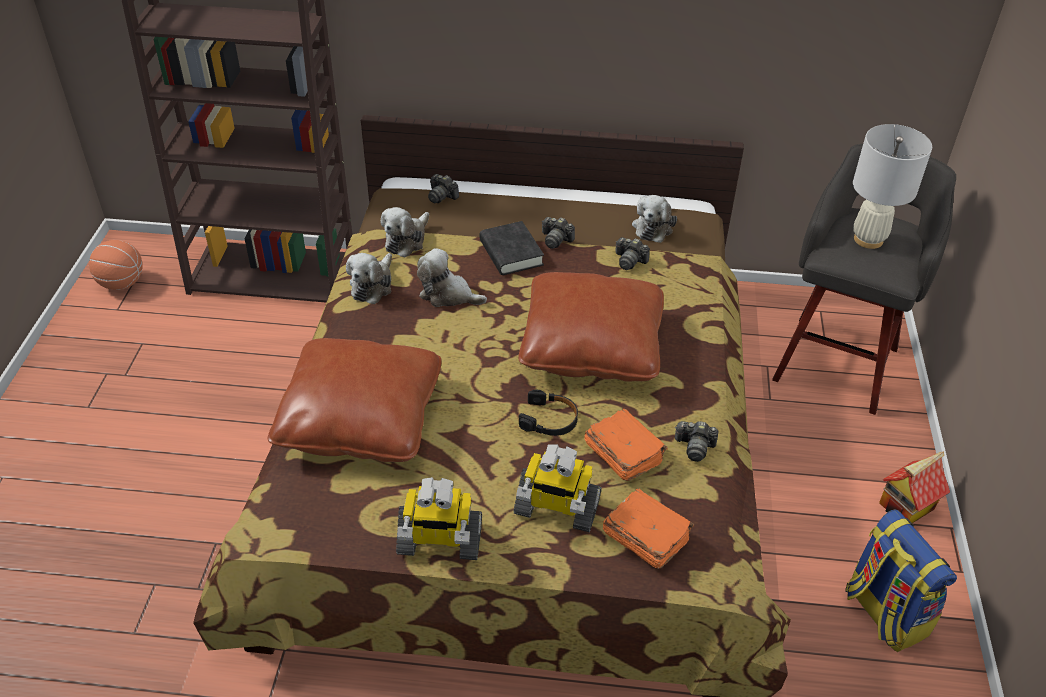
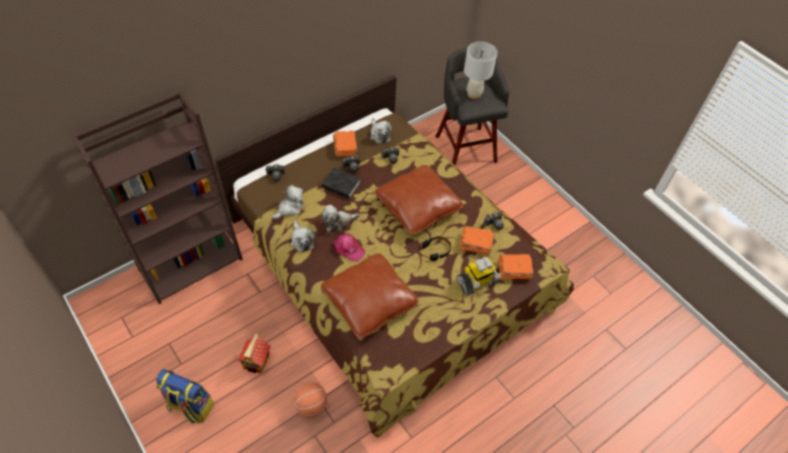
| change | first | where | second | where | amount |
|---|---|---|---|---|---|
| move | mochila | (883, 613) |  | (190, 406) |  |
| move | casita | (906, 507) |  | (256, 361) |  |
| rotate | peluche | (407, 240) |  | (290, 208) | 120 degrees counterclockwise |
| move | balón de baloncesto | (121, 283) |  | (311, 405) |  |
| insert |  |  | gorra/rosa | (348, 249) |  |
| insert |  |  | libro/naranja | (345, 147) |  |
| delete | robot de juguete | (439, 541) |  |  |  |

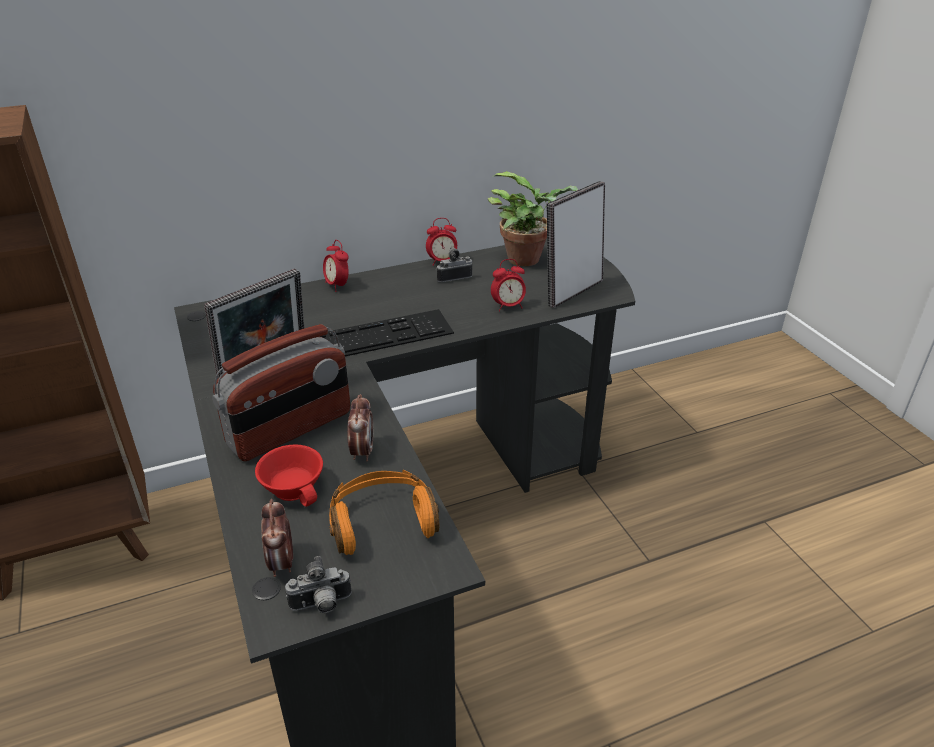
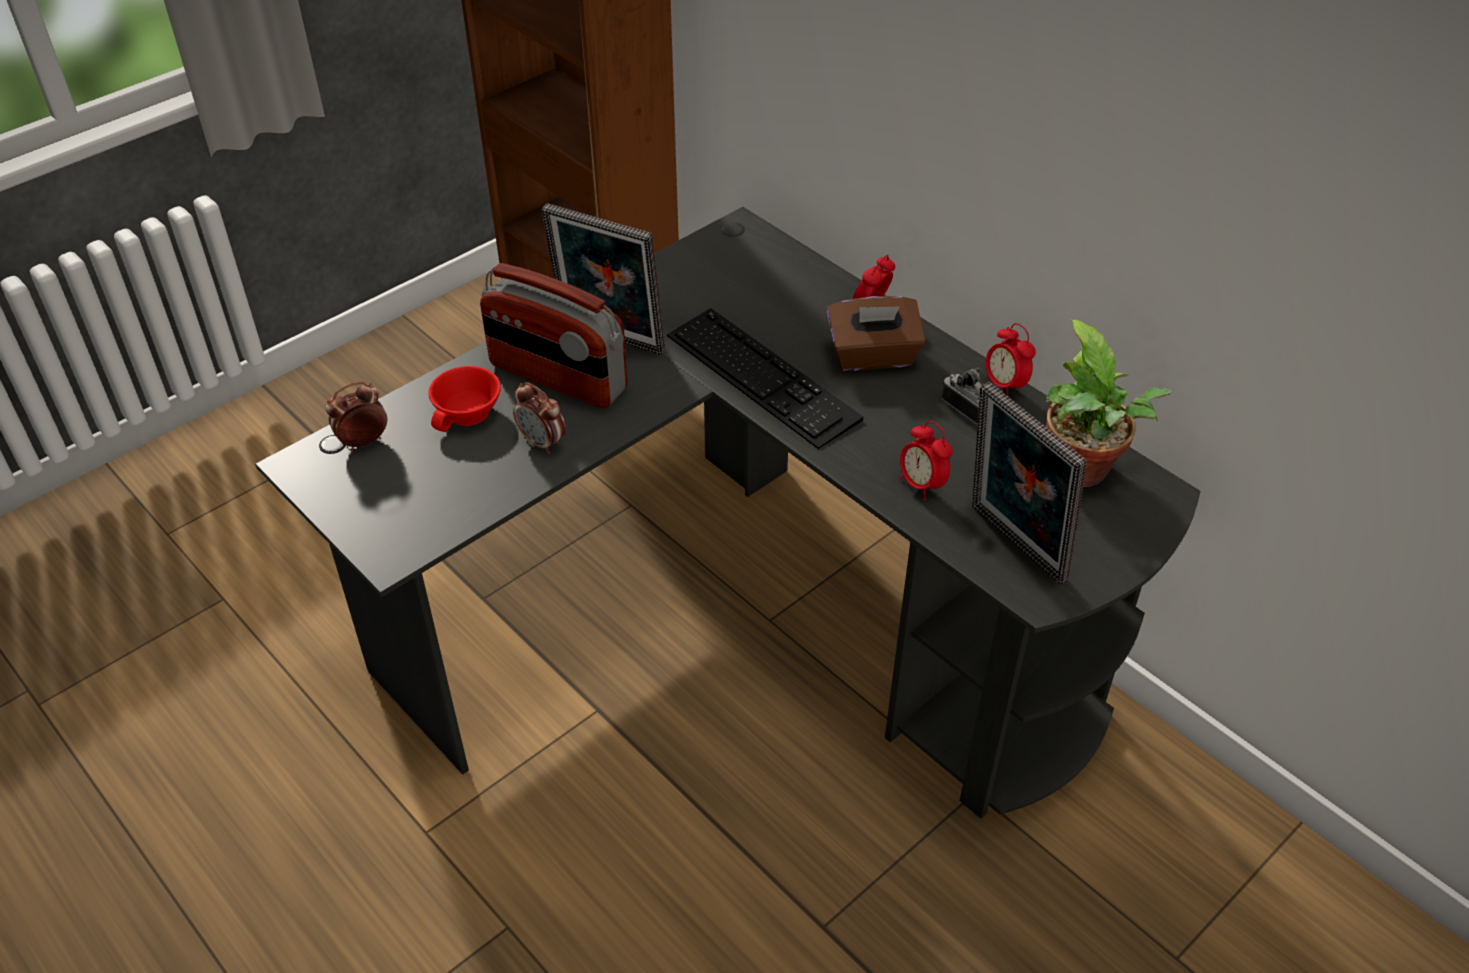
| change | first | where | second | where | amount |
|---|---|---|---|---|---|
| rotate | despertador | (362, 451) |  | (542, 442) | 60 degrees clockwise |
| insert |  |  | caja de pañuelos/marrón | (873, 356) |  |
| rotate | portarretratos | (572, 291) |  | (1012, 545) | 150 degrees counterclockwise |
| delete | cámara | (321, 605) |  |  |  |
| delete | auriculares/naranja | (382, 522) |  |  |  |

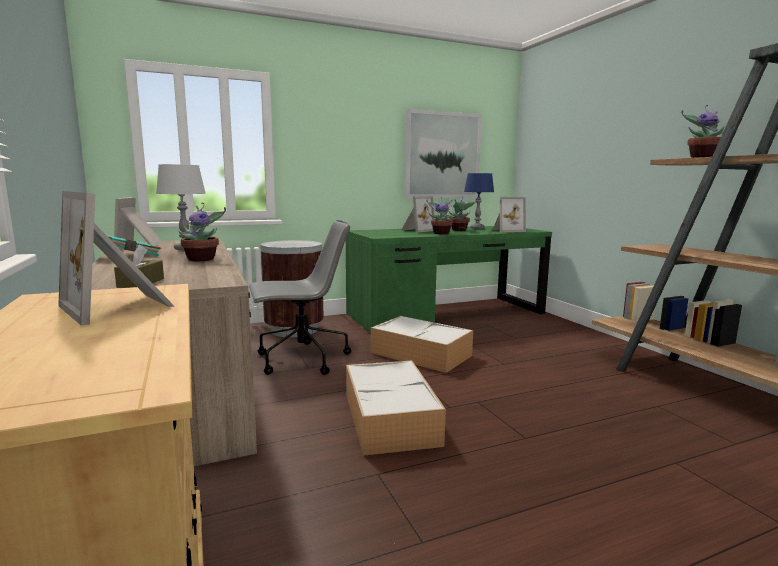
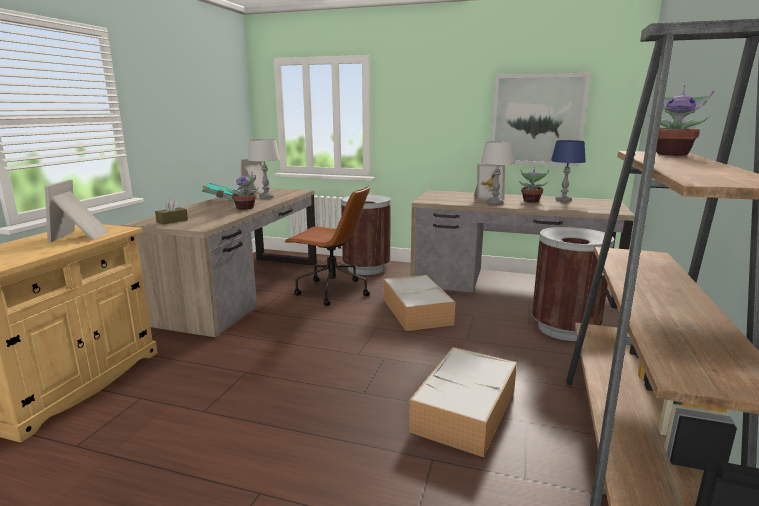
| change | first | where | second | where | amount |
|---|---|---|---|---|---|
| recolor | silla de oficina/gris | (301, 360) | silla de oficina/marrón | (331, 291) |  |
| move | caja de almacenaje | (391, 419) |  | (465, 411) |  |
| recolor | escritorio/verde | (446, 314) | escritorio/marrón | (510, 284) |  |
| replace | planta en maceta | (441, 233) | lámpara de mesa/gris | (495, 203) |  |
| insert |  |  | papelera/marrón | (565, 329) |  |
| delete | portarretratos | (507, 230) |  |  |  |

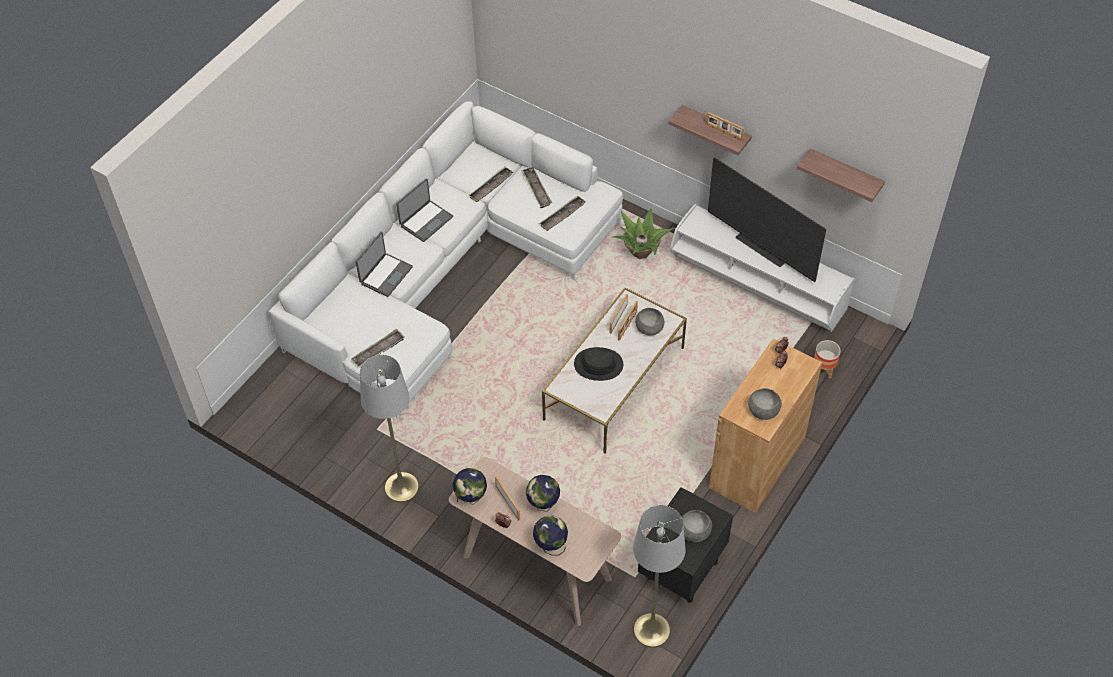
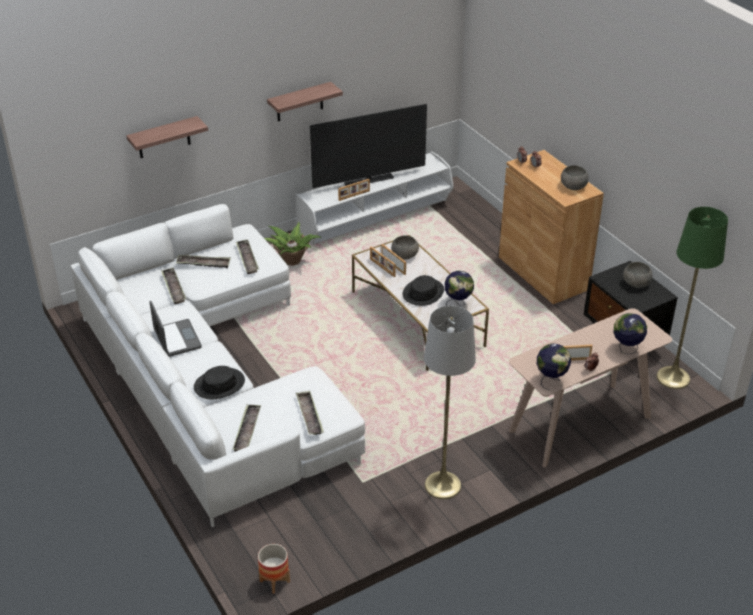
| change | first | where | second | where | amount |
|---|---|---|---|---|---|
| move | estante | (845, 175) |  | (163, 138) |  |
| replace | portátil | (385, 275) | sombrero/negro | (219, 384) |  |
| insert |  |  | bandeja | (247, 430) |  |
| move | maceta | (823, 369) |  | (275, 581) |  |
| move | portarretratos | (724, 132) |  | (354, 196) |  |
| move | globo terráqueo | (543, 505) |  | (458, 303) |  |
| recolor | lámpara de pie/gris | (651, 630) | lámpara de pie/verde | (673, 378) |  |

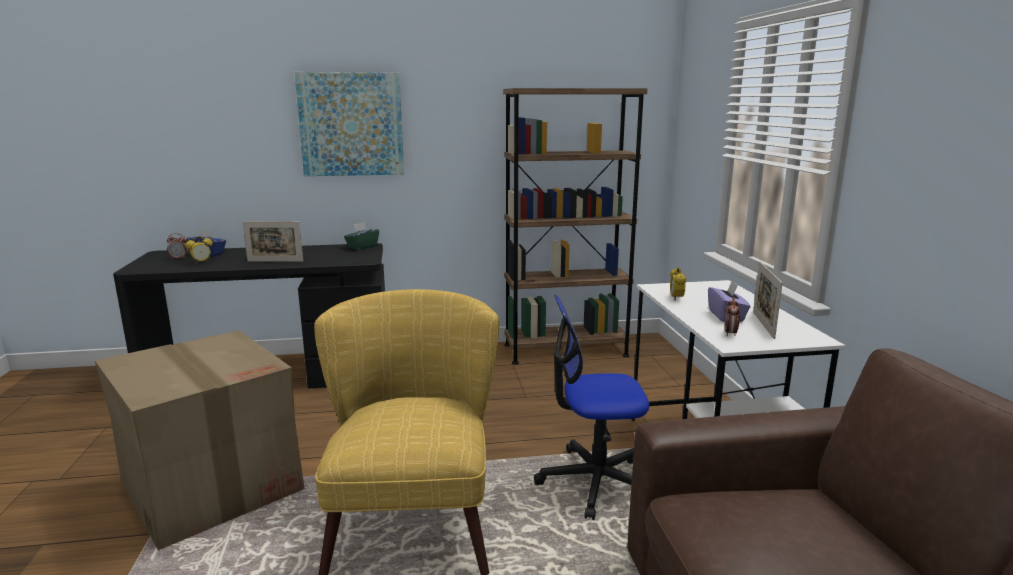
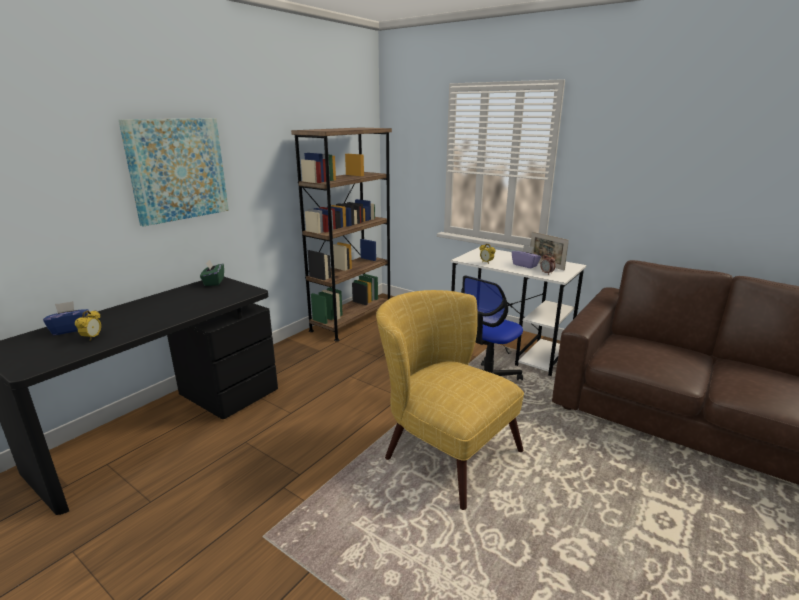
| change | first | where | second | where | amount |
|---|---|---|---|---|---|
| delete | caja de cartón | (212, 486) |  |  |  |
| delete | despertador | (179, 258) |  |  |  |
| delete | portarretratos | (275, 261) |  |  |  |

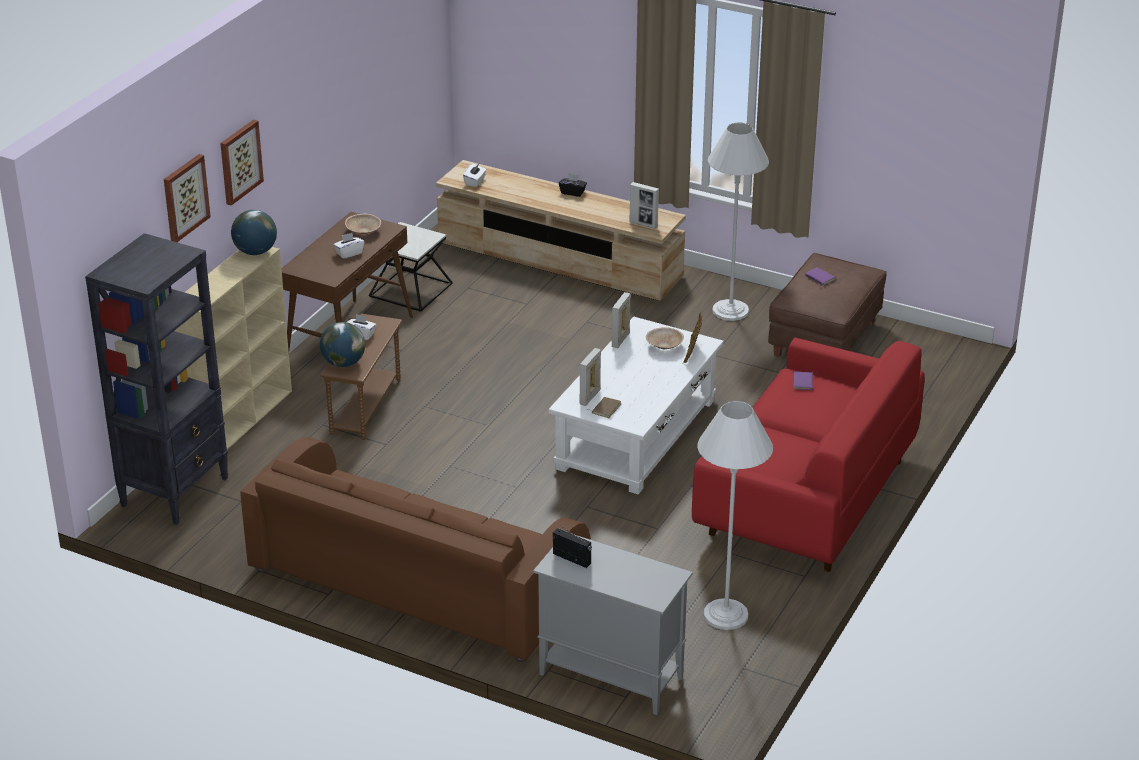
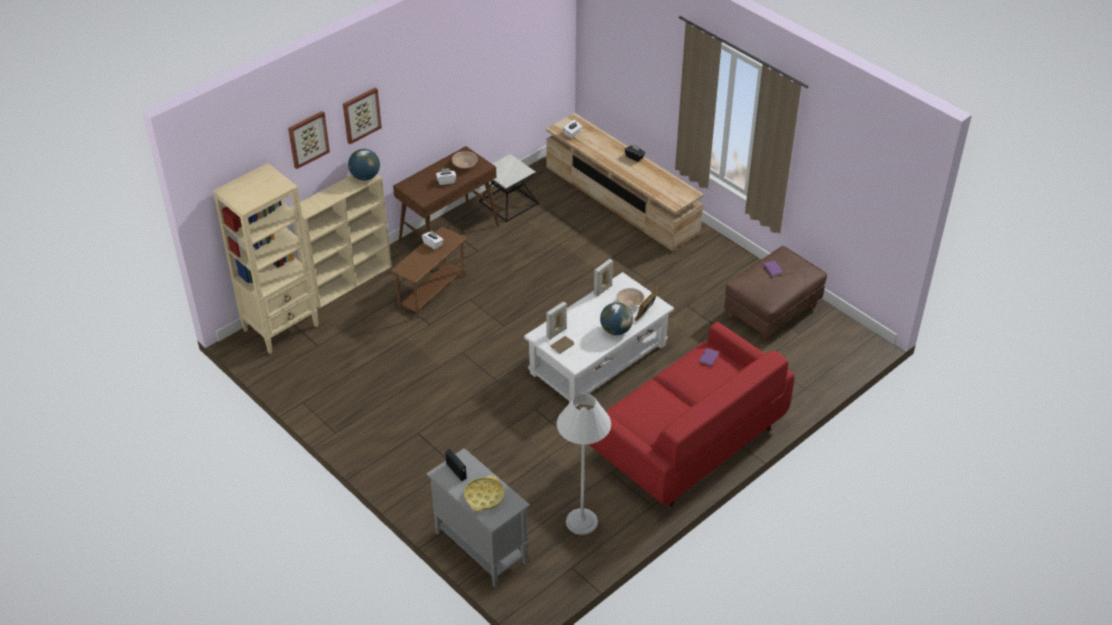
| change | first | where | second | where | amount |
|---|---|---|---|---|---|
| recolor | estantería/negro | (176, 491) | estantería/beis | (281, 328) |  |
| insert |  |  | bandeja/amarillo | (484, 496) |  |
| move | globo terráqueo | (343, 363) |  | (615, 330) |  |
| delete | sofá/marrón | (416, 580) |  |  |  |
| delete | portarretratos | (643, 224) |  |  |  |
| delete | lámpara de pie/blanco | (730, 311) |  |  |  |

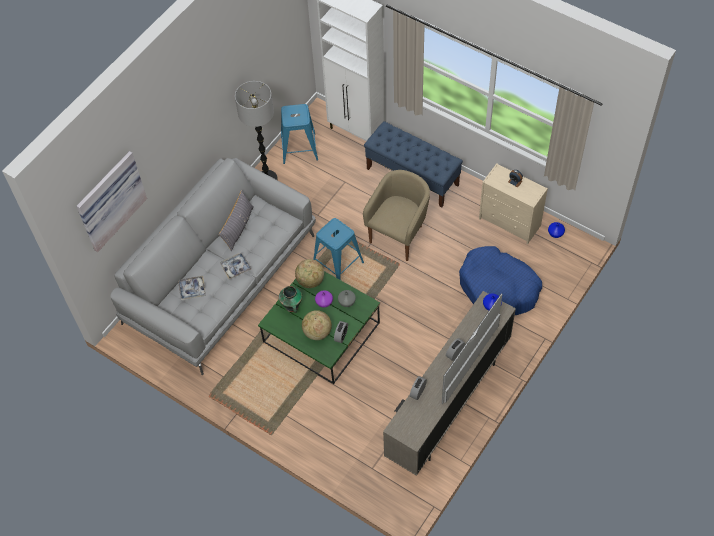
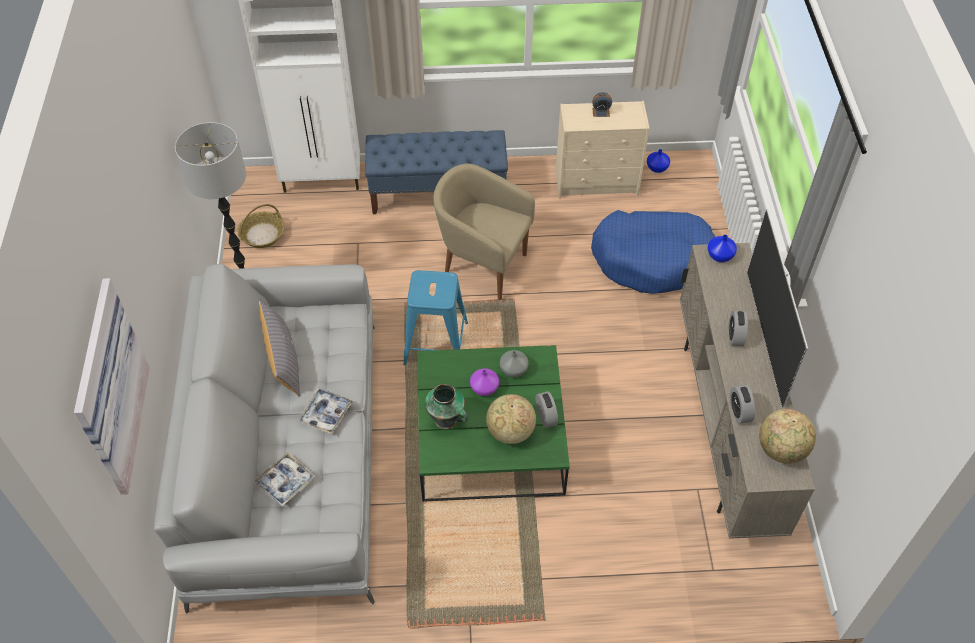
| change | first | where | second | where | amount |
|---|---|---|---|---|---|
| replace | taburete/azul | (299, 148) | cesta | (262, 235) |  |
| rotate | sillón/beis | (399, 235) |  | (482, 266) | 60 degrees counterclockwise |
| move | globo terráqueo | (310, 281) |  | (781, 450) |  |

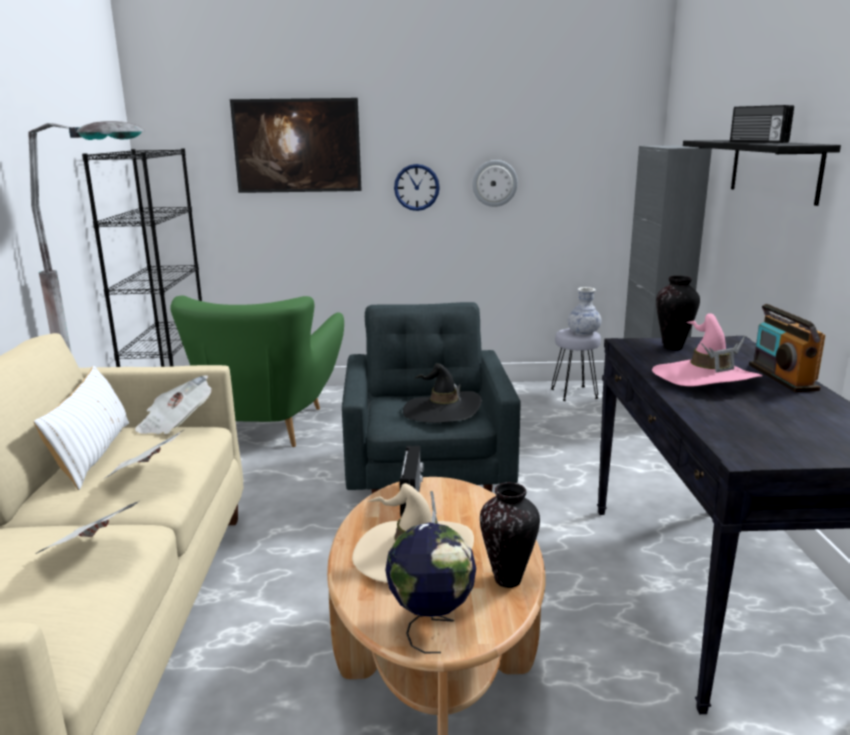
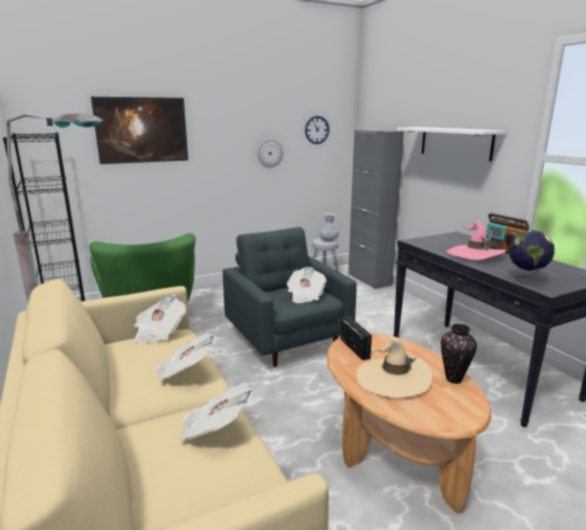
| change | first | where | second | where | amount |
|---|---|---|---|---|---|
| replace | sombrero/negro | (442, 411) | periódico | (305, 295) |  |
| move | reloj de pared | (416, 187) |  | (317, 130) |  |
| recolor | estante/negro | (774, 169) | estante/blanco | (455, 143) |  |
| move | globo terráqueo | (431, 627) |  | (526, 279) |  |
| delete | cojín/blanco | (94, 454) |  |  |  |
| delete | florero | (672, 348) |  |  |  |
| delete | radio | (757, 142) |  |  |  |

